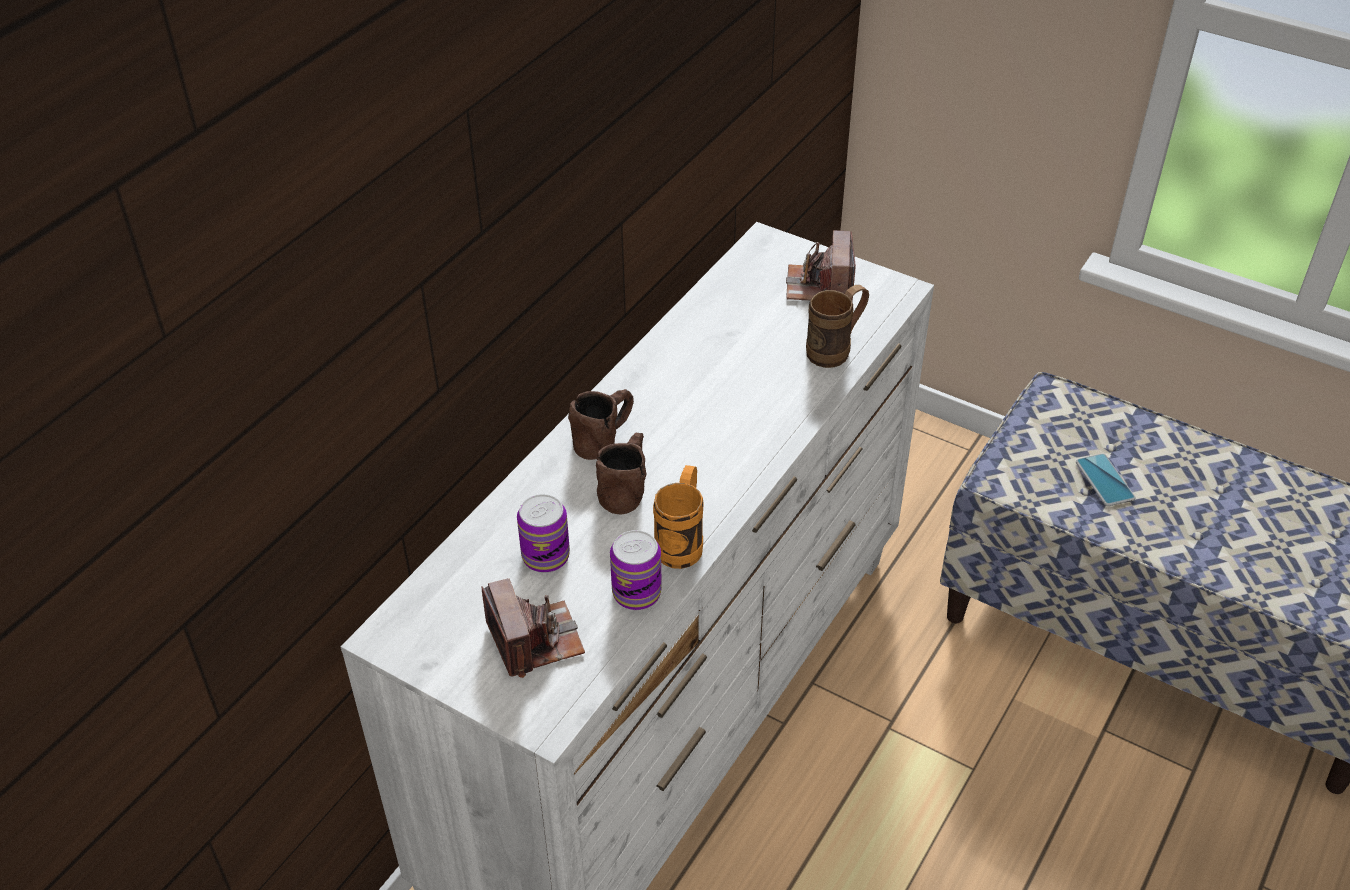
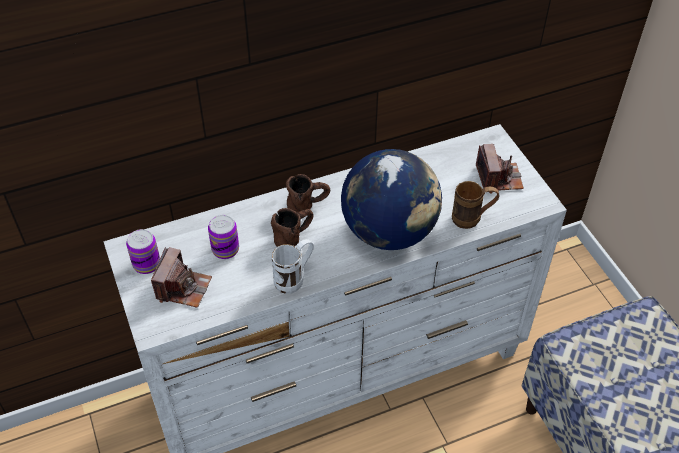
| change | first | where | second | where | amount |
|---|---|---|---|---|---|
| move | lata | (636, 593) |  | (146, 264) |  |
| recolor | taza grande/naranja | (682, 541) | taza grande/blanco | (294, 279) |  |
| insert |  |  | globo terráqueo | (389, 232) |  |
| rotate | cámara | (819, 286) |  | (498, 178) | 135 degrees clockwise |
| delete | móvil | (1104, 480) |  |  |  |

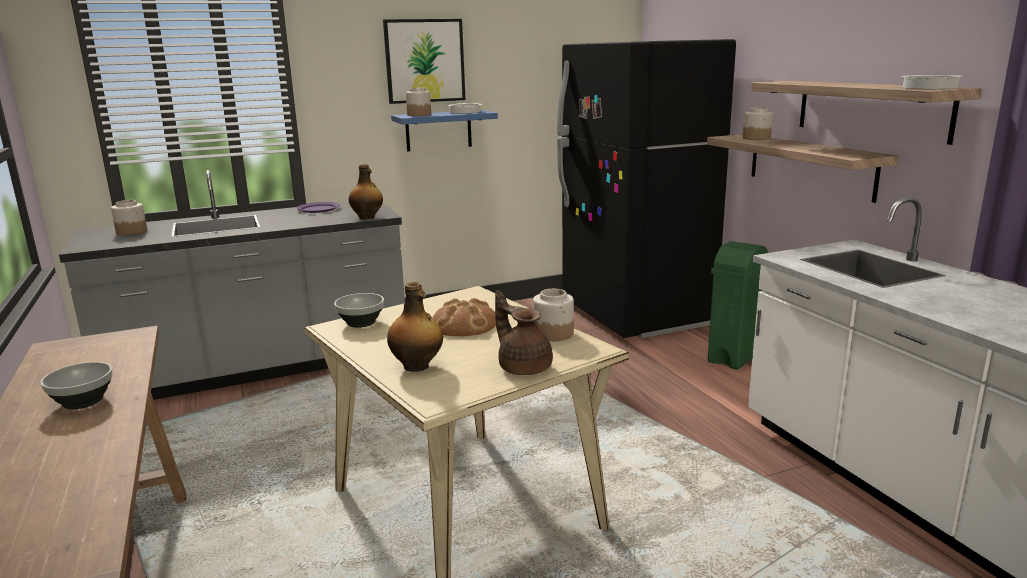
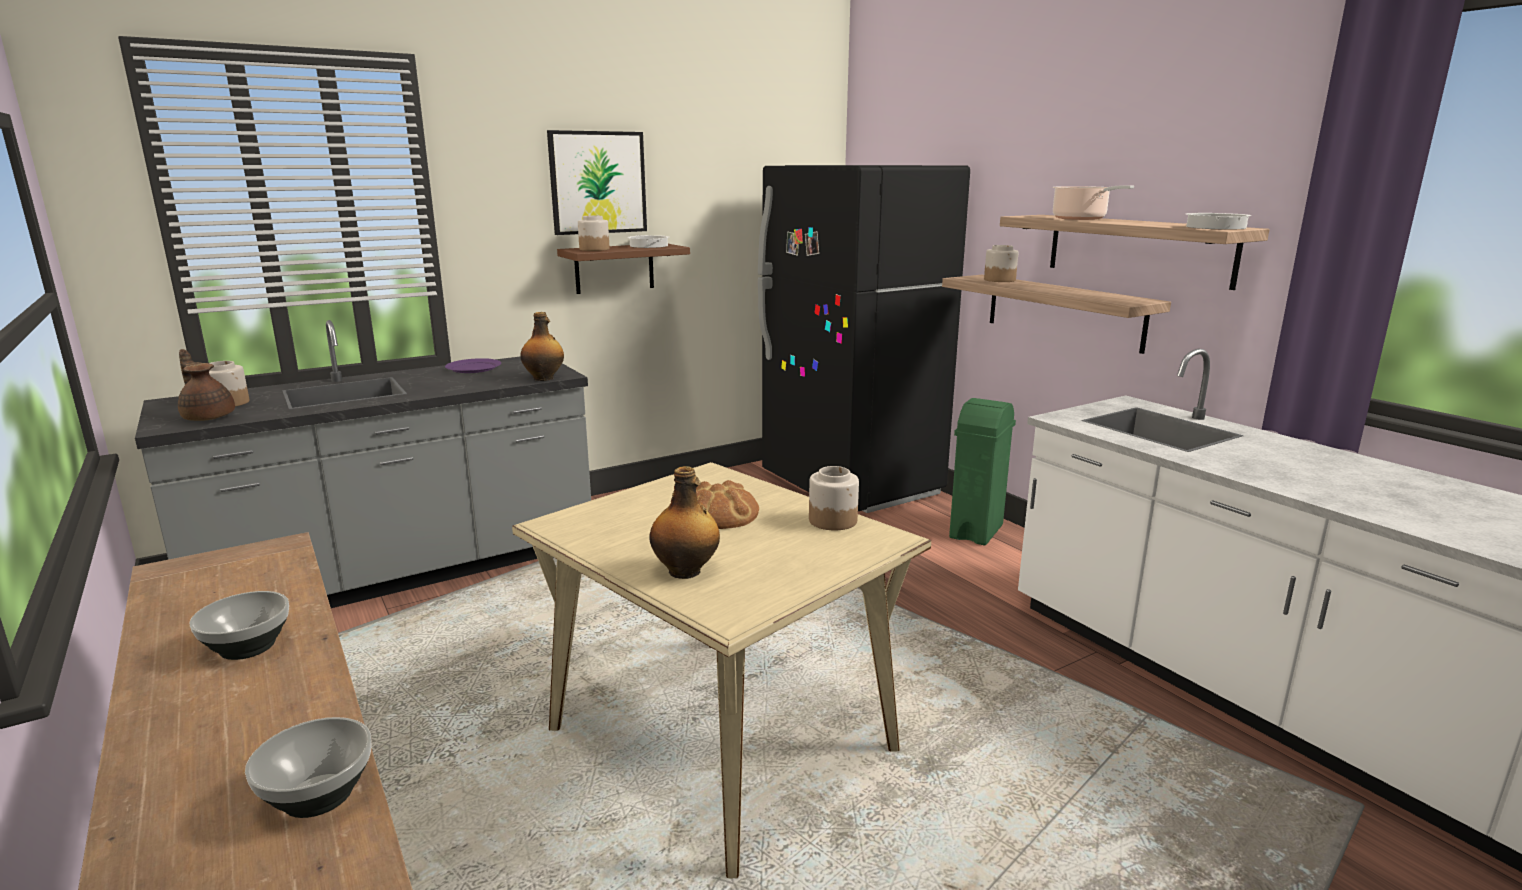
| change | first | where | second | where | amount |
|---|---|---|---|---|---|
| move | tetera/marrón | (523, 367) |  | (208, 416) |  |
| move | cuenco | (360, 323) |  | (316, 796) |  |
| recolor | estante/azul | (438, 130) | estante/marrón | (614, 268) |  |
| insert |  |  | olla | (1081, 219) |  |

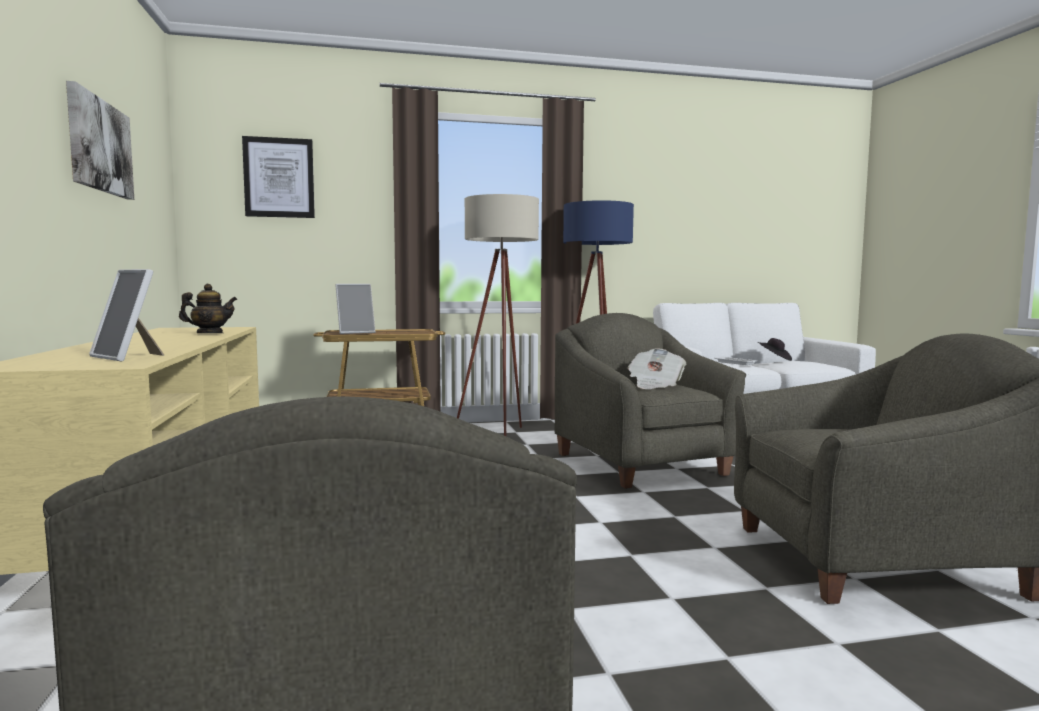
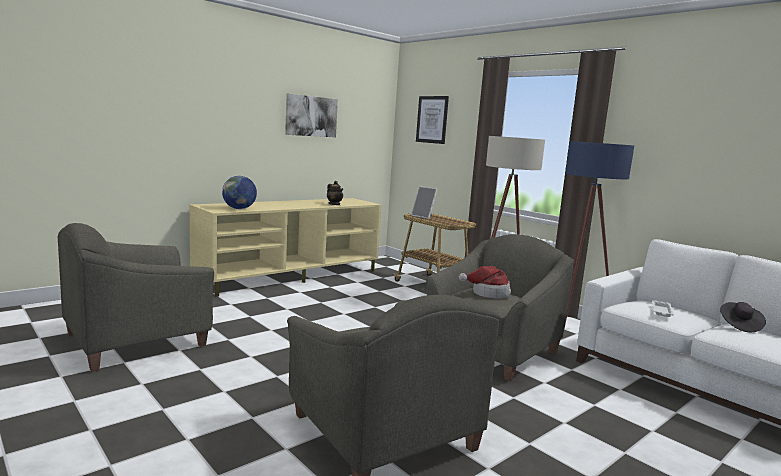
| change | first | where | second | where | amount |
|---|---|---|---|---|---|
| replace | portarretratos | (129, 357) | globo terráqueo | (239, 208) |  |
| replace | periódico | (655, 385) | sombrero | (488, 293) |  |

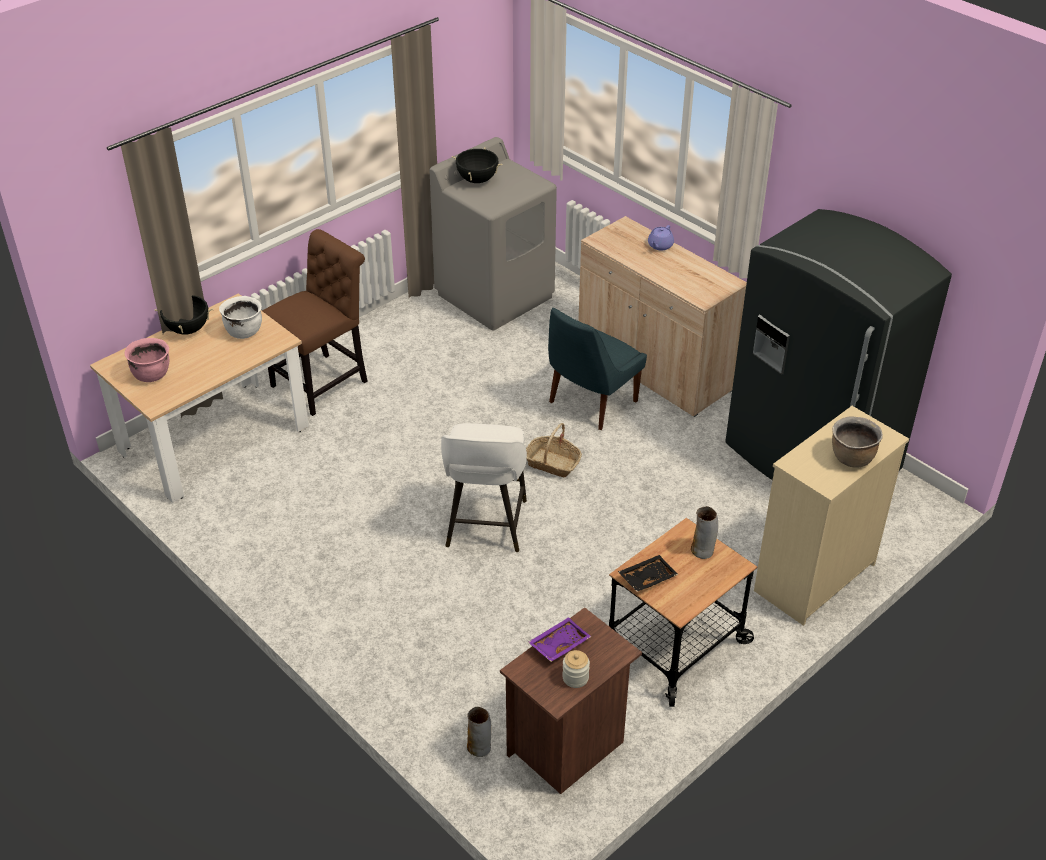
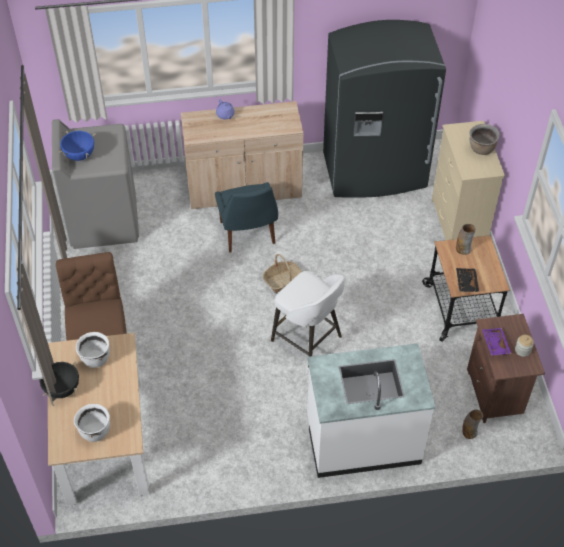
| change | first | where | second | where | amount |
|---|---|---|---|---|---|
| recolor | olla/negro | (477, 180) | olla/azul | (80, 155) |  |
| recolor | olla/rosa | (152, 374) | olla/blanco | (95, 431) |  |
| insert |  |  | mueble bajo de cocina/blanco | (363, 440) |  |

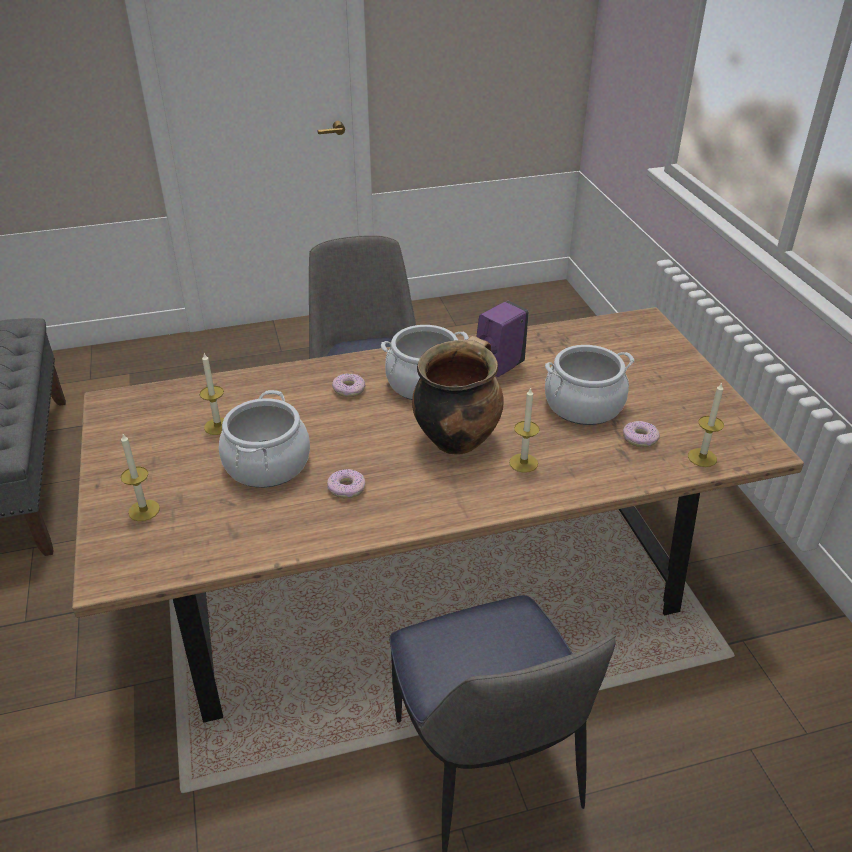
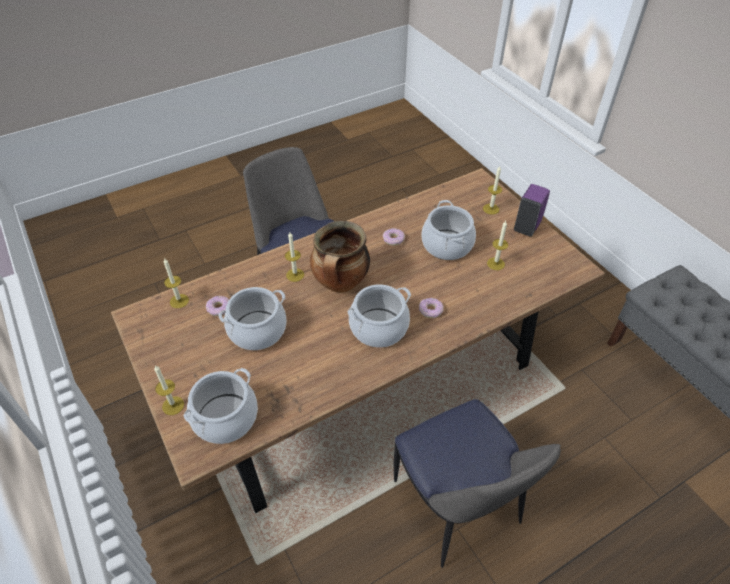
| change | first | where | second | where | amount |
|---|---|---|---|---|---|
| insert |  |  | vela | (173, 405) |  |
| insert |  |  | olla | (225, 418) |  |
| move | dispensador de jabón/morado | (498, 368) |  | (527, 226) |  |

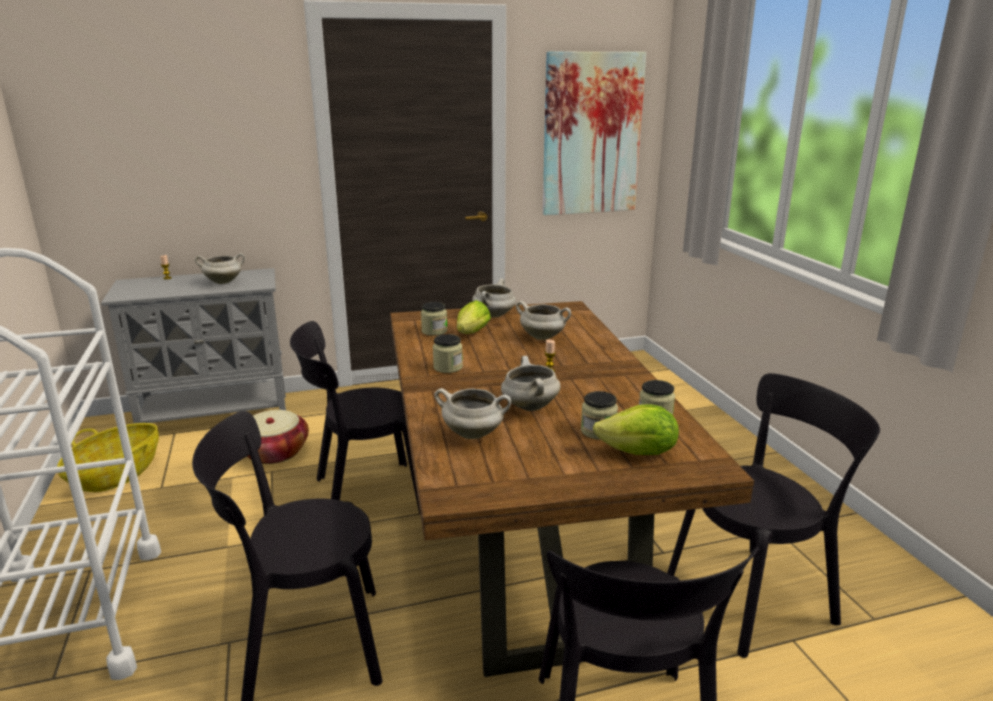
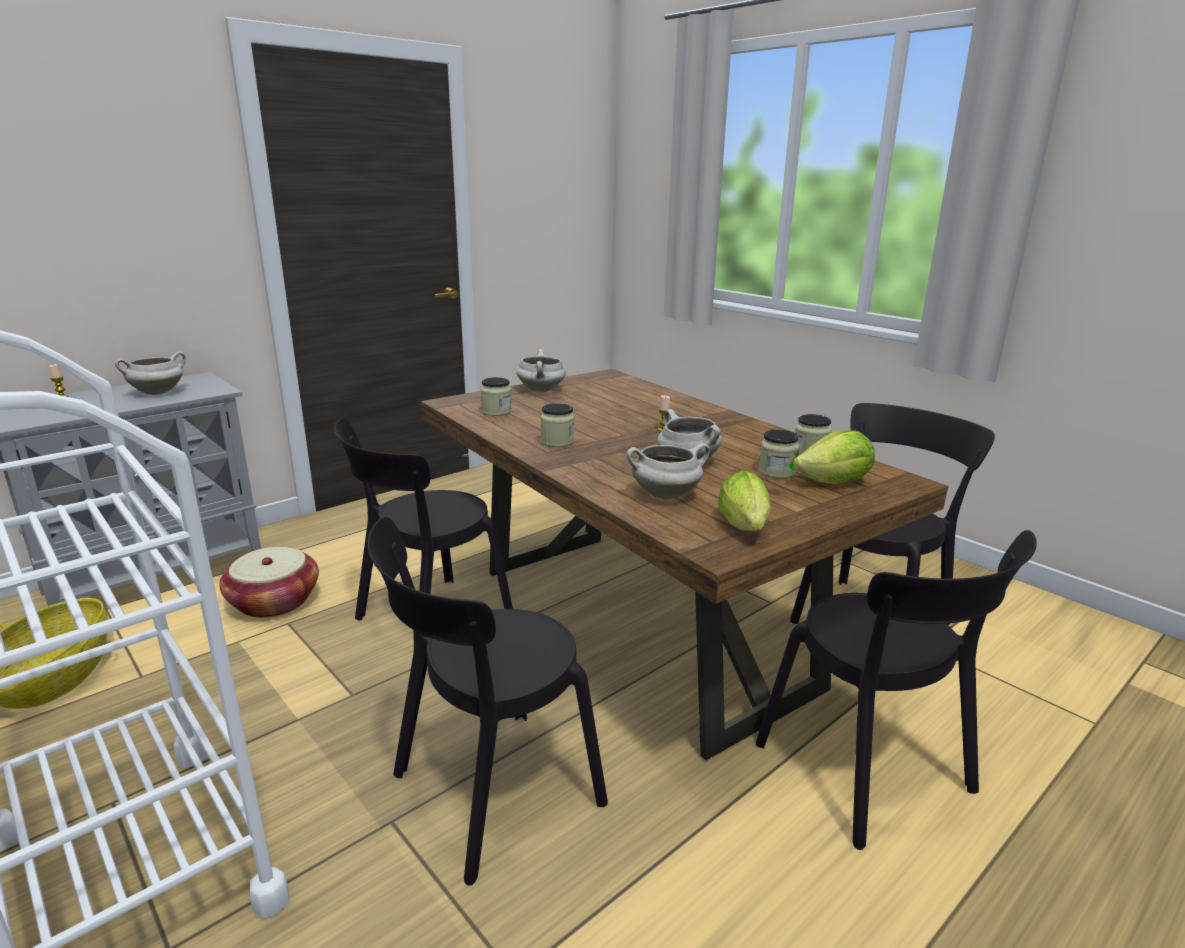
| change | first | where | second | where | amount |
|---|---|---|---|---|---|
| move | lechuga | (471, 334) |  | (745, 529) |  |
| delete | olla/blanco | (543, 337) |  |  |  |
| delete | cuadro | (592, 134) |  |  |  |

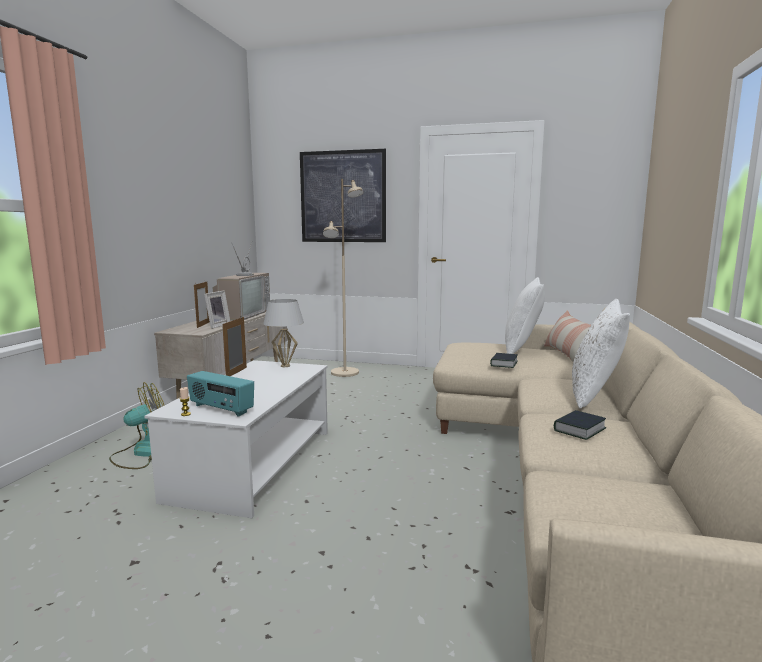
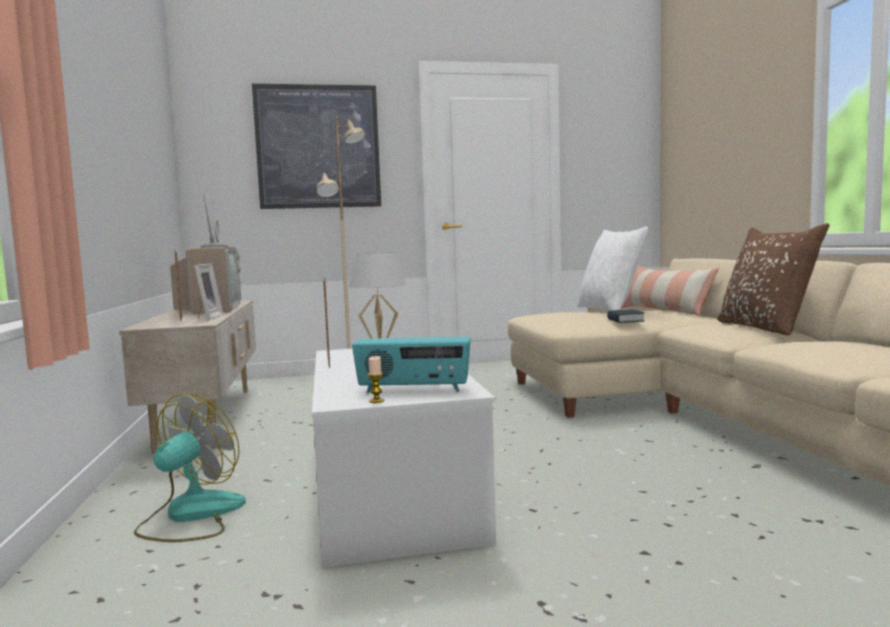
| change | first | where | second | where | amount |
|---|---|---|---|---|---|
| recolor | cojín/blanco | (594, 394) | cojín/marrón | (766, 328) |  |
| delete | libro | (579, 430) |  |  |  |

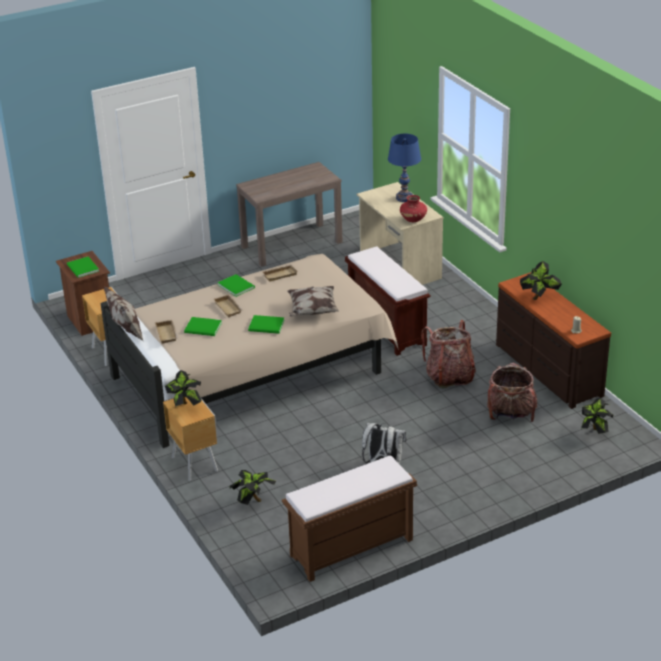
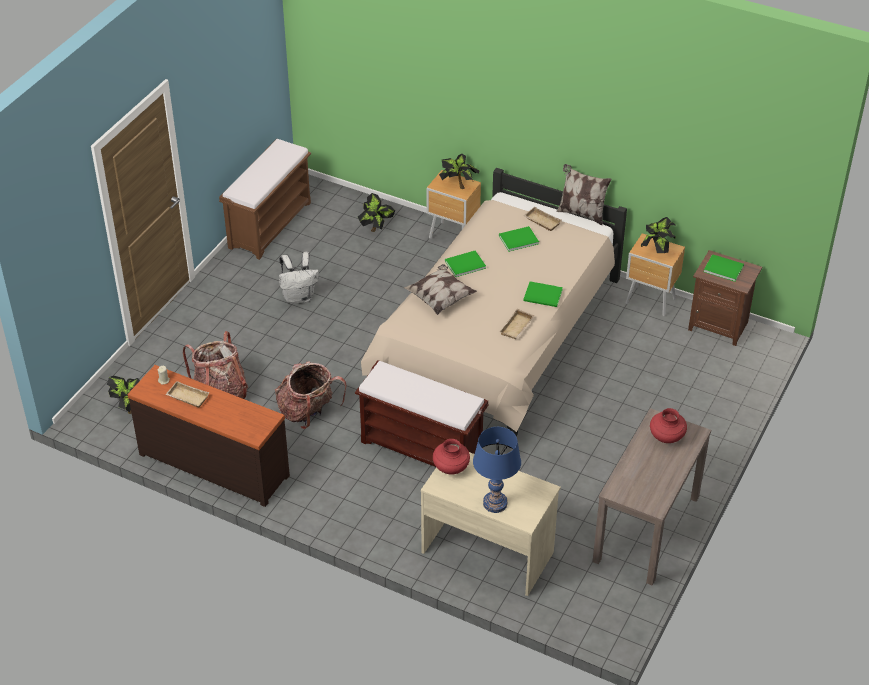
| change | first | where | second | where | amount |
|---|---|---|---|---|---|
| move | bandeja/beis | (229, 308) |  | (187, 397) |  |
| move | planta en maceta | (539, 297) |  | (657, 250) |  |
| insert |  |  | florero/rojo | (666, 437) |  |

